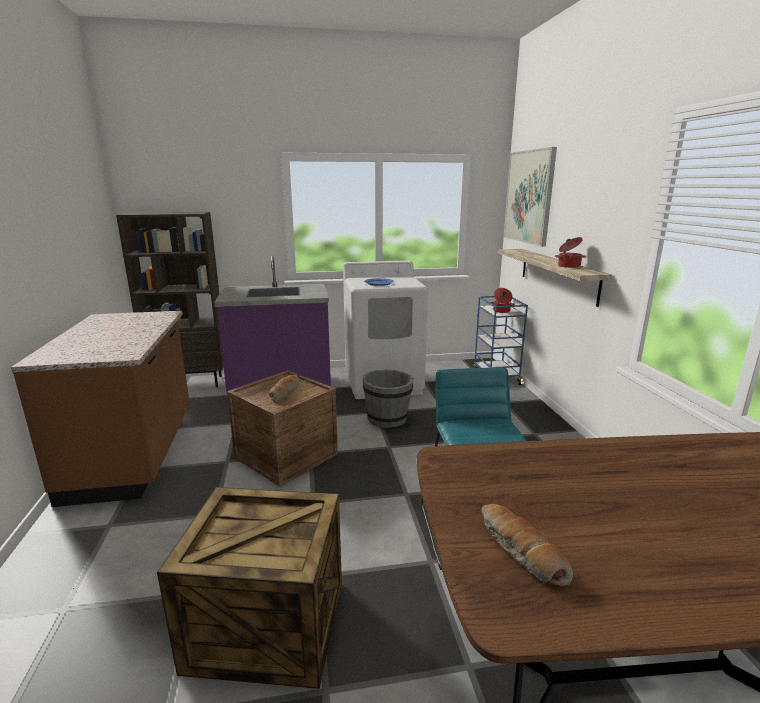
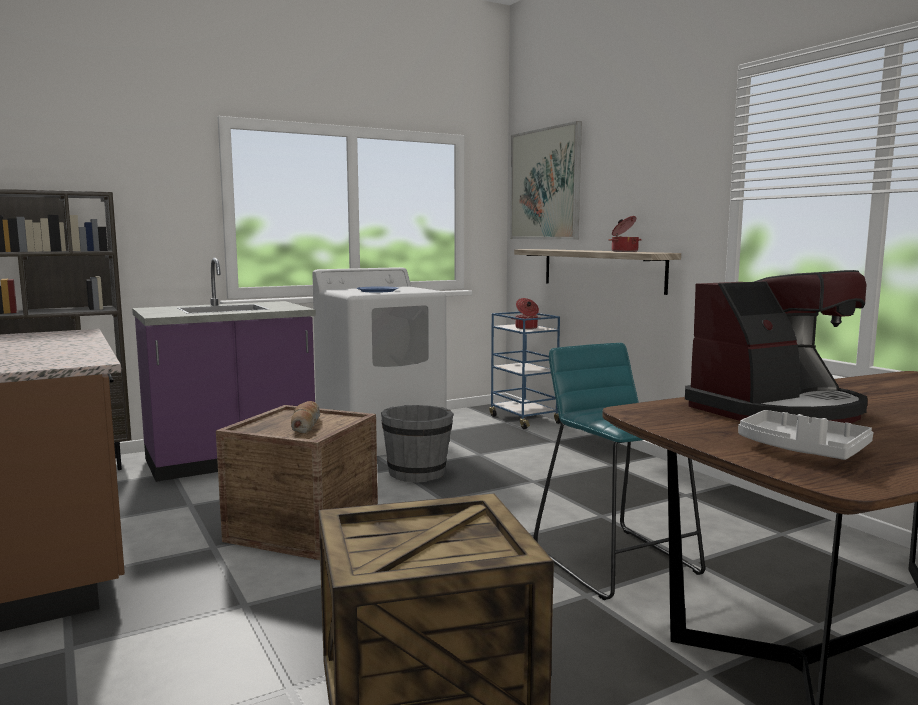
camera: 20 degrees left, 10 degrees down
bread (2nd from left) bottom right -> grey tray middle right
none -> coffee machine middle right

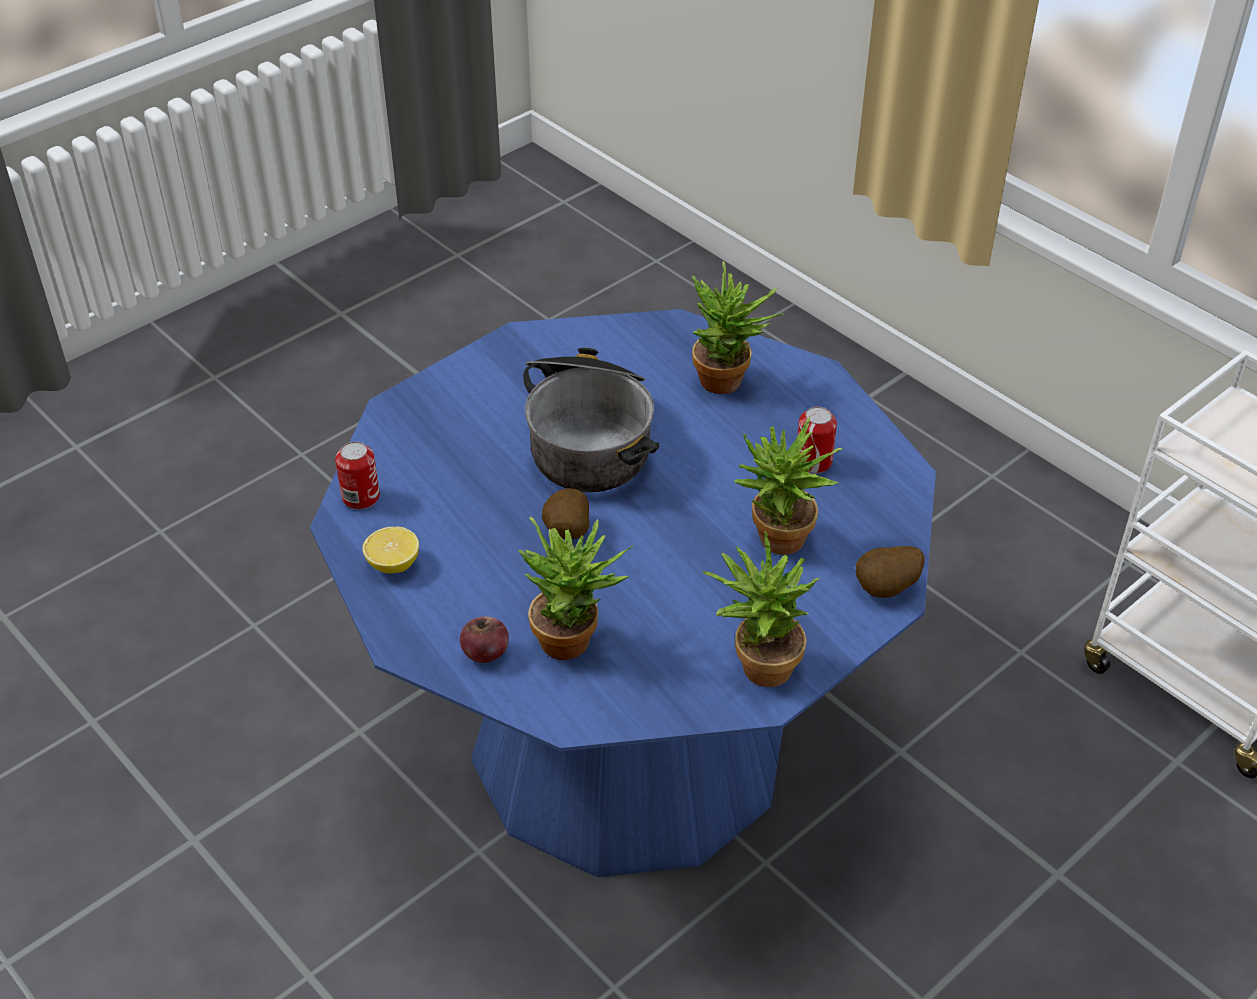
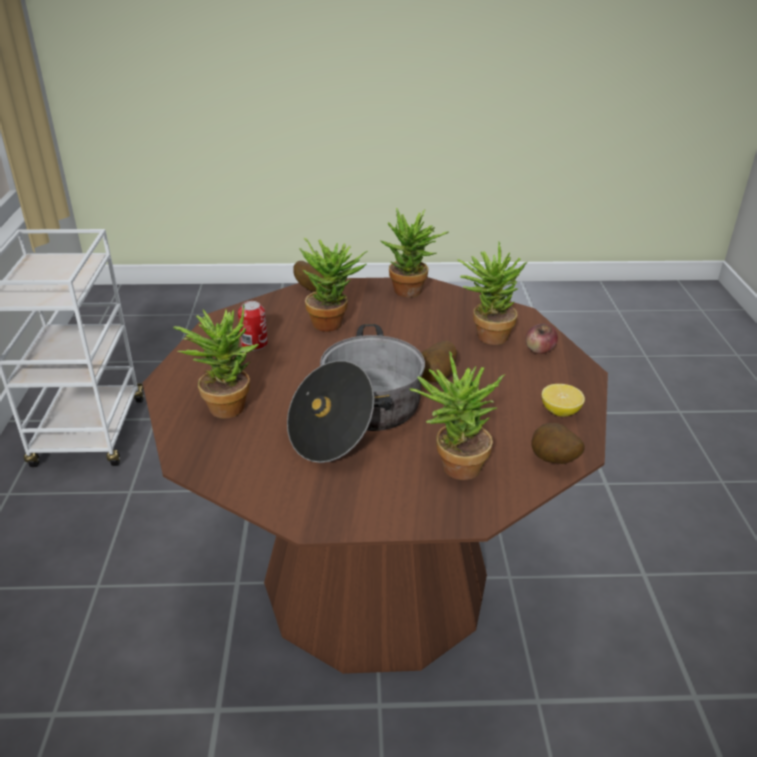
camera: 140 degrees left, 10 degrees down
blue dining table centre -> brown dining table centre
can (1st from left) middle left -> potato (3rd from left) middle right
none -> potted plant (4th from left) centre

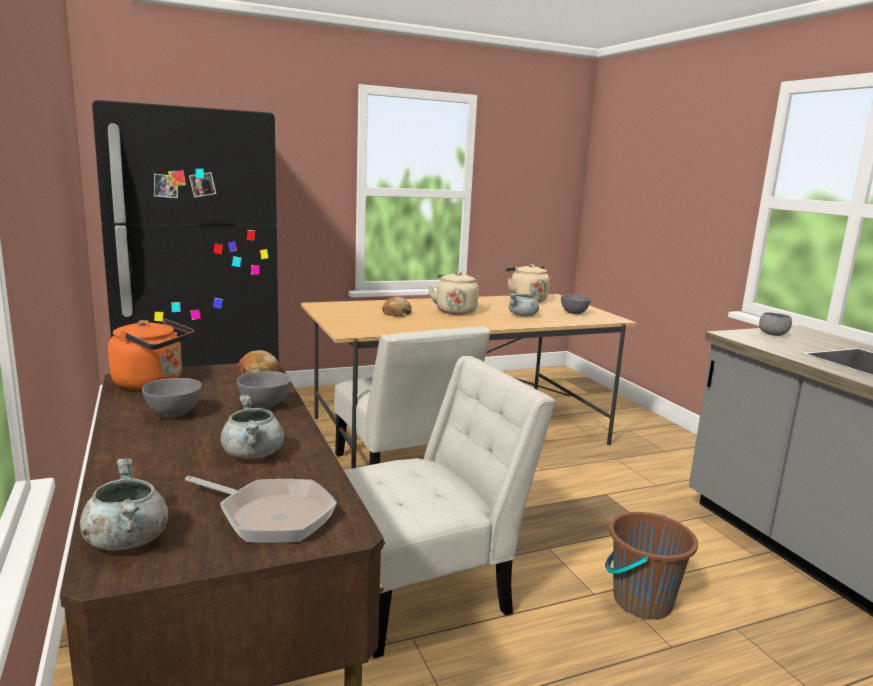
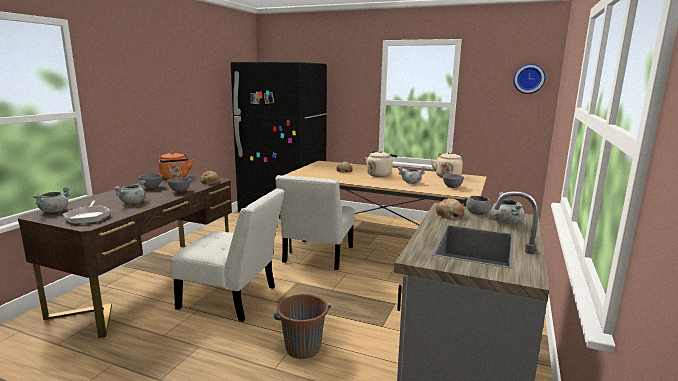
camera: 45 degrees right, 0 degrees up
none -> wall clock top right
none -> grey cooking pot (4th from left) middle right
none -> bread (3rd from left) centre

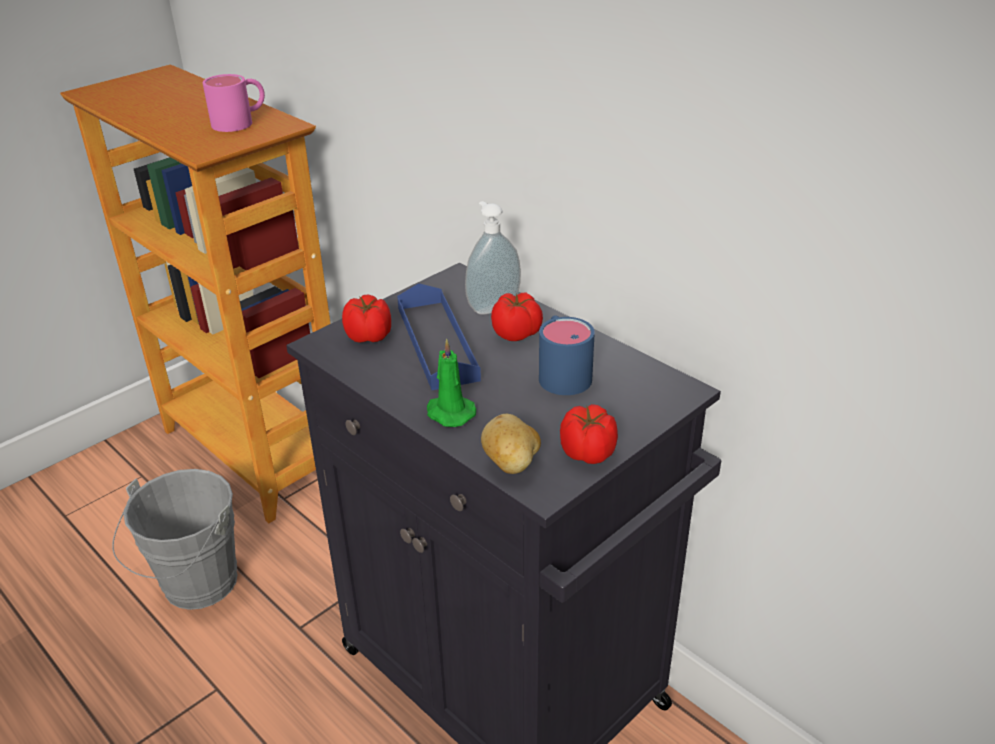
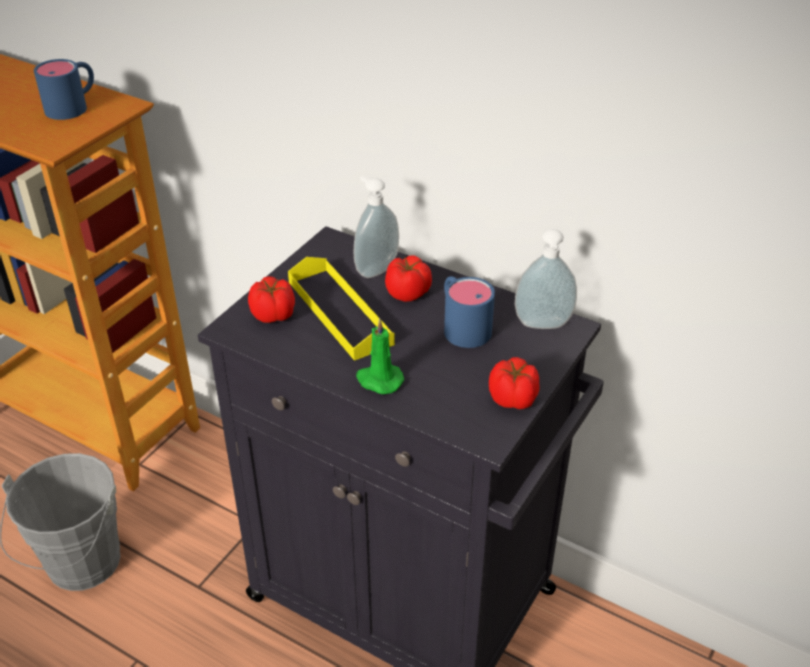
camera: 15 degrees left, 5 degrees up
pink mug top left -> blue mug (1st from left) top left
blue tray centre -> yellow tray centre
potato centre -> none
none -> soap dispenser (2nd from left) middle right

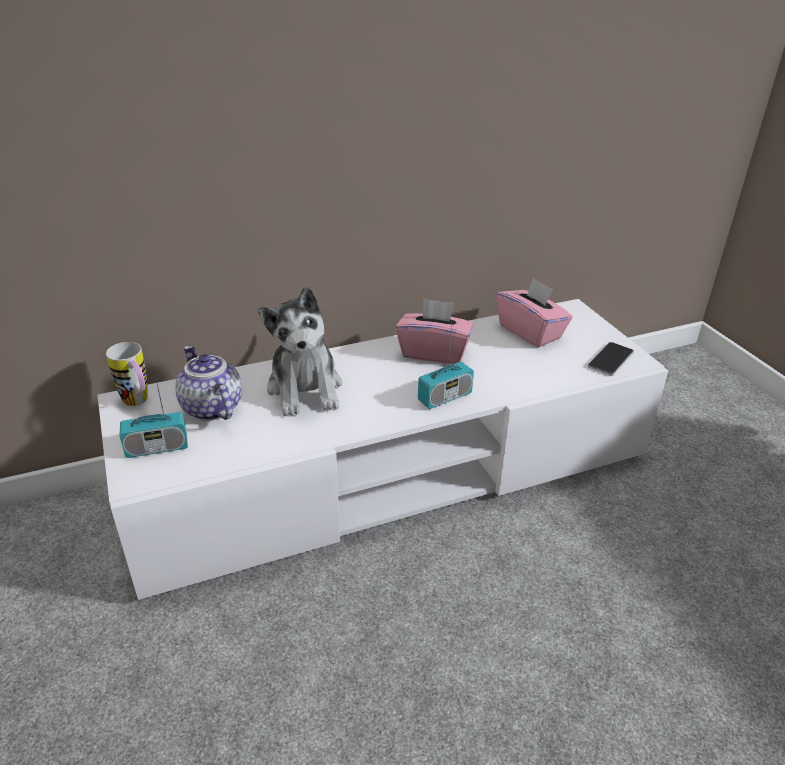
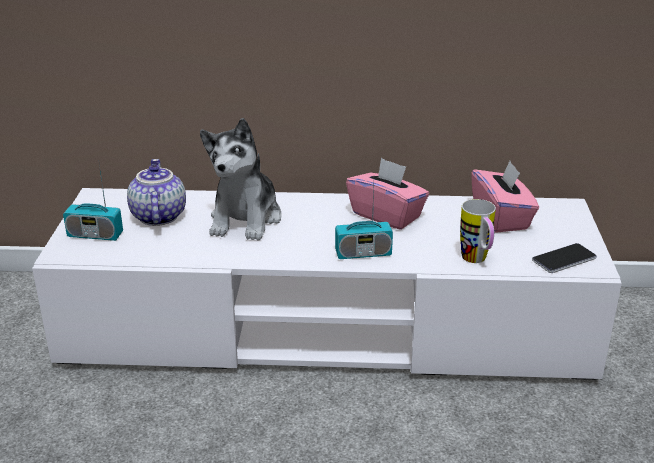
camera: 25 degrees right, 5 degrees down
mug middle left -> mug middle right, moved

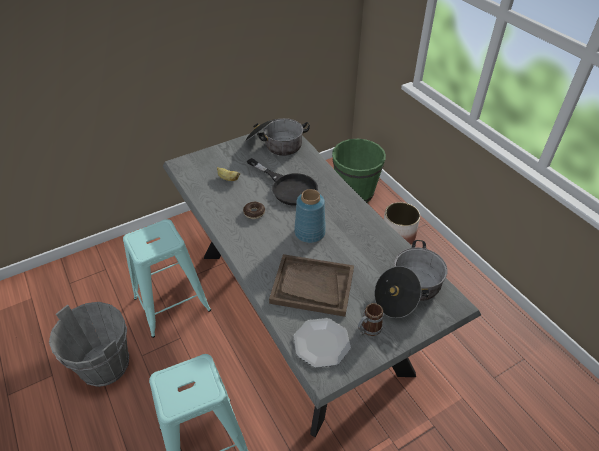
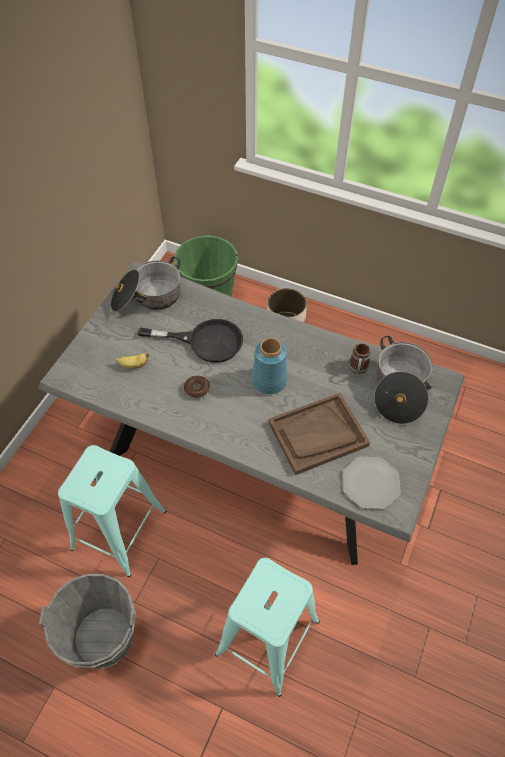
camera: 35 degrees left, 10 degrees up
mug bottom centre -> mug middle right, moved

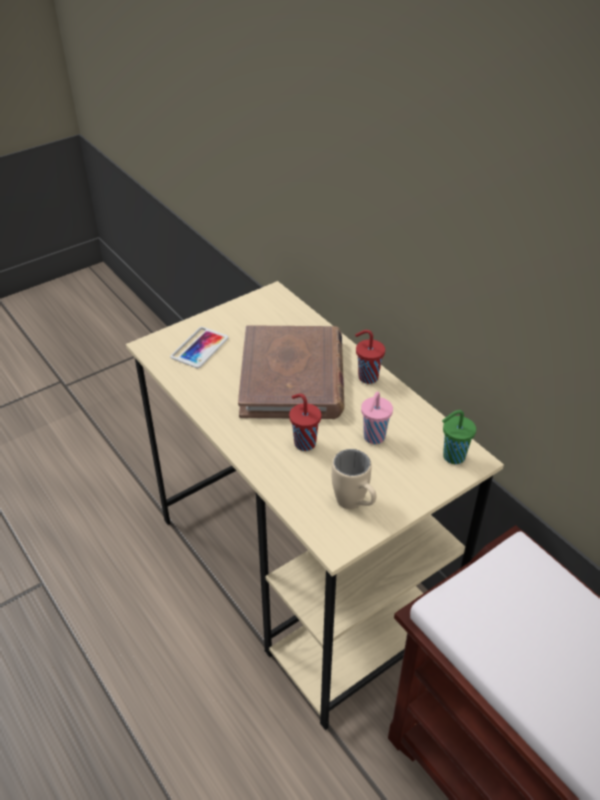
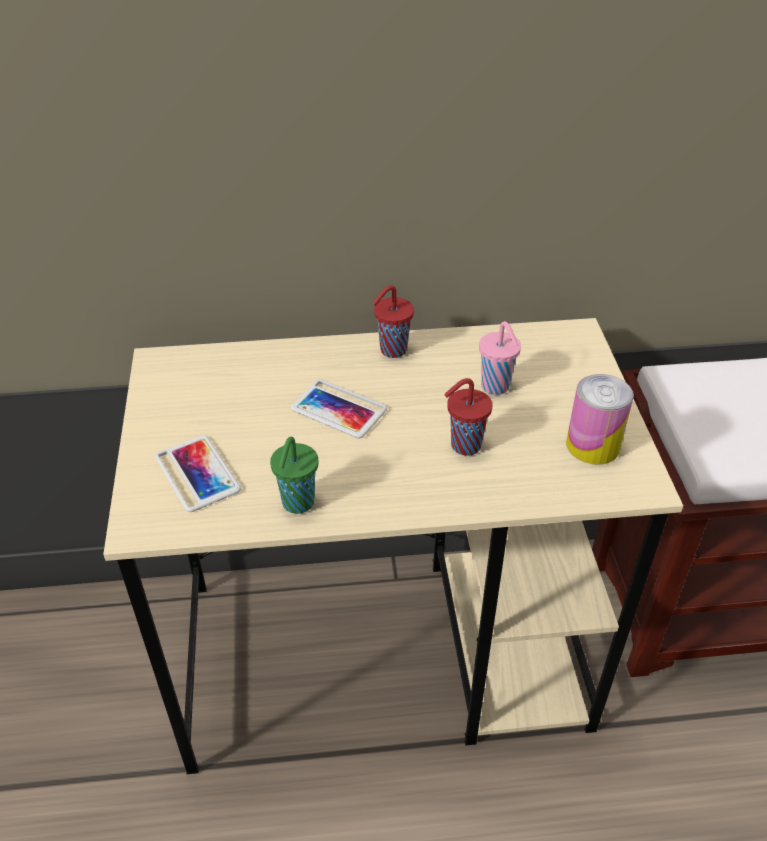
camera: 60 degrees left, 0 degrees up
brown book centre -> phone (2nd from left) centre
green cup middle right -> green cup centre, moved
beige mug centre -> can middle right

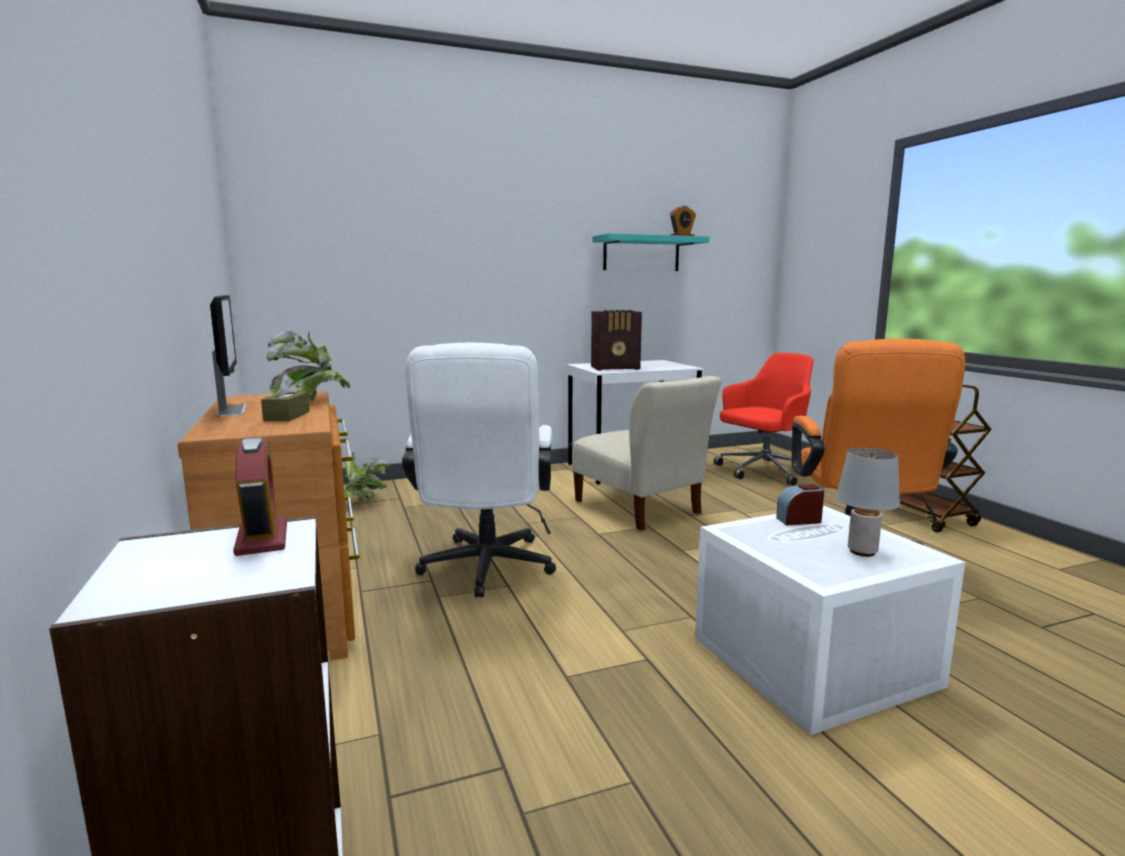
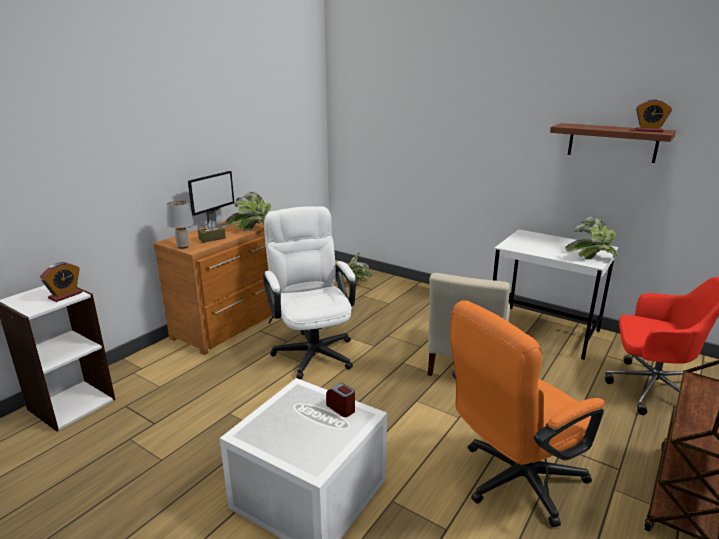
camera: 55 degrees right, 10 degrees up
turquoise shelf top centre -> brown shelf top right
radio centre -> none
white office chair centre, 105 degrees clockwise
grey table lamp middle right -> grey table lamp middle left, moved
none -> potted plant (3rd from left) middle right

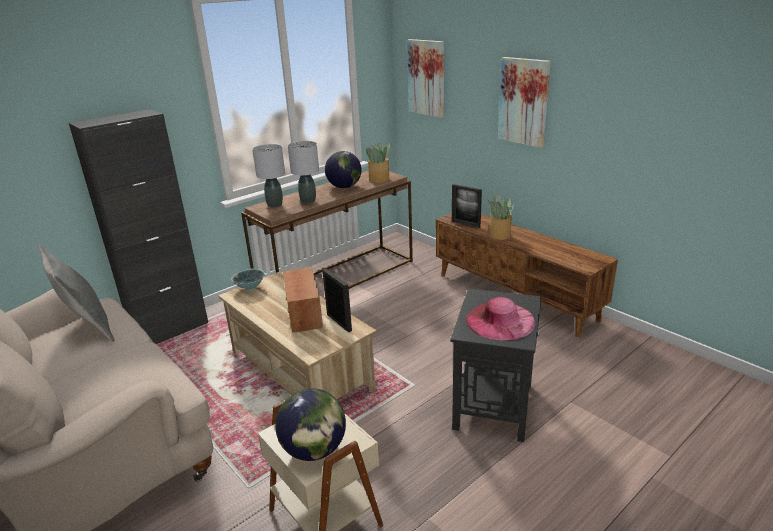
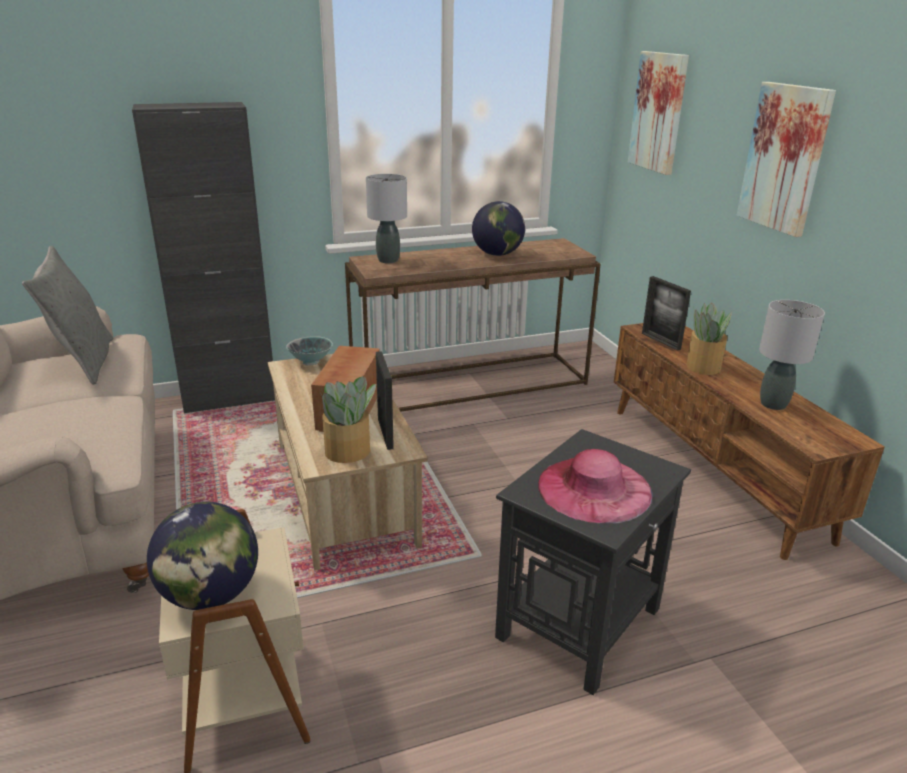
camera: 20 degrees right, 0 degrees up
grey table lamp (2nd from left) top centre -> grey table lamp (2nd from left) middle right, moved
potted plant (1st from left) top centre -> potted plant (1st from left) centre, moved

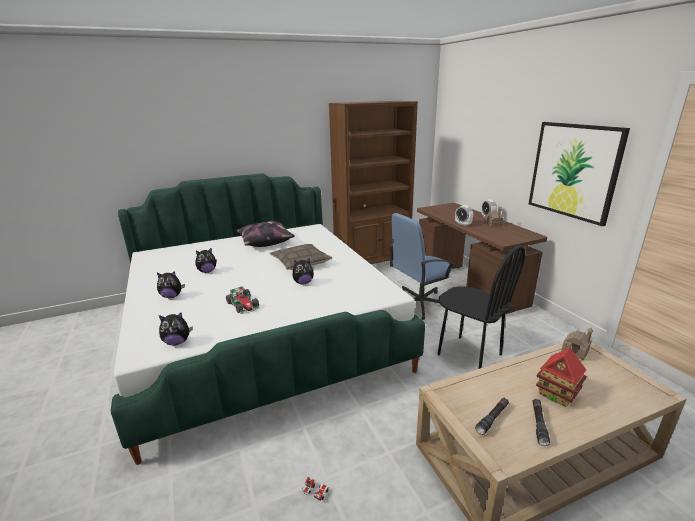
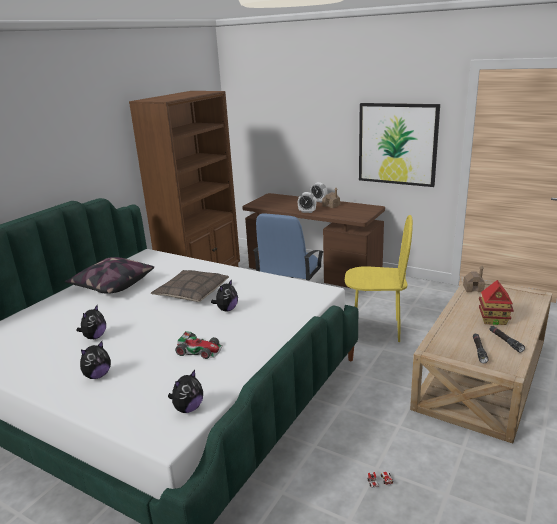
camera: 35 degrees left, 0 degrees up
black chair middle right -> yellow chair middle right

